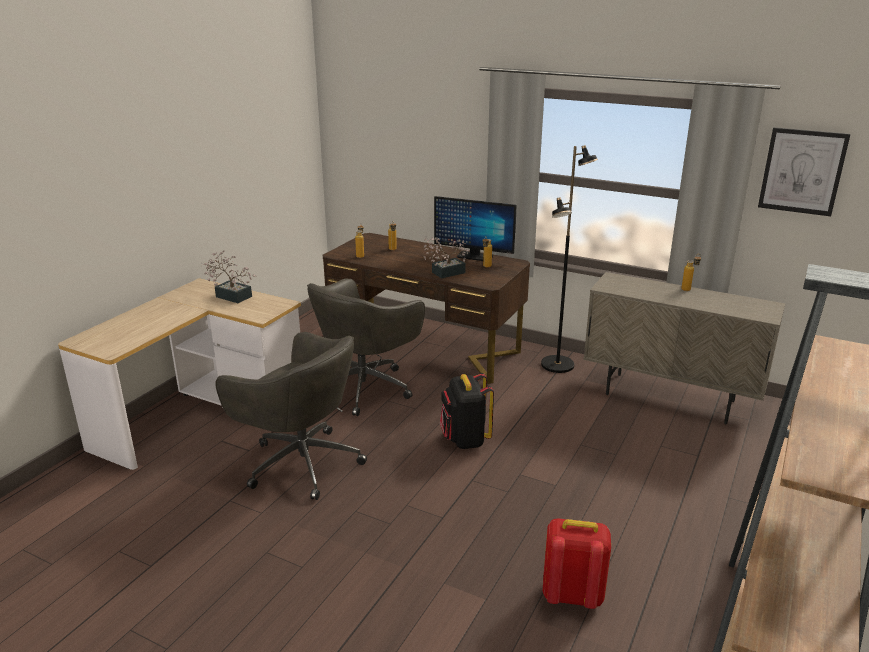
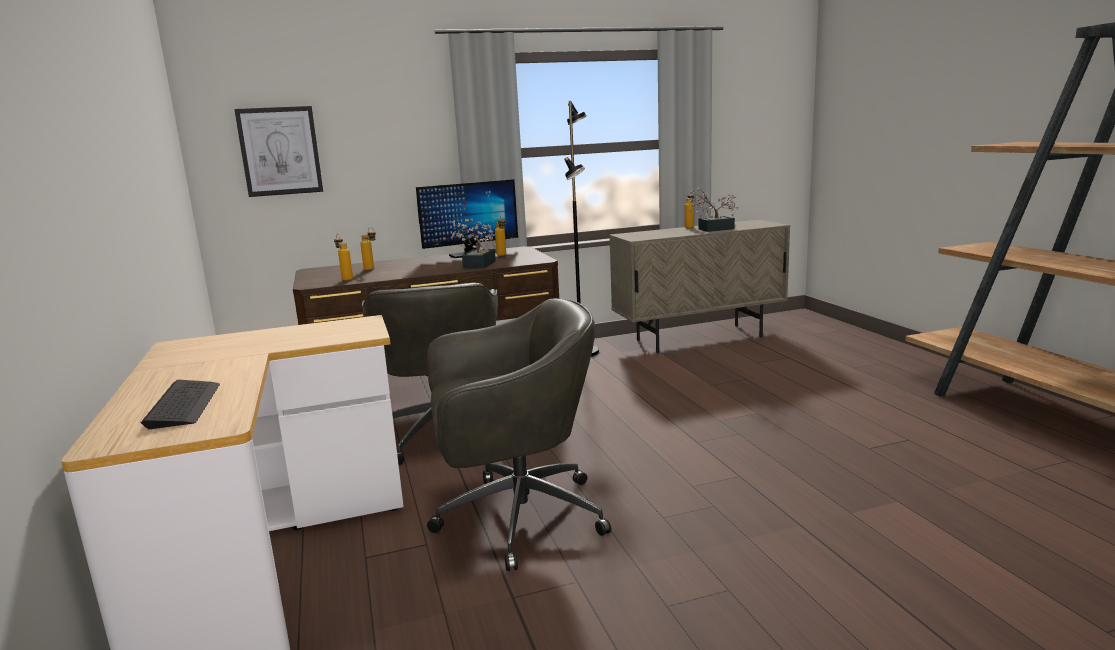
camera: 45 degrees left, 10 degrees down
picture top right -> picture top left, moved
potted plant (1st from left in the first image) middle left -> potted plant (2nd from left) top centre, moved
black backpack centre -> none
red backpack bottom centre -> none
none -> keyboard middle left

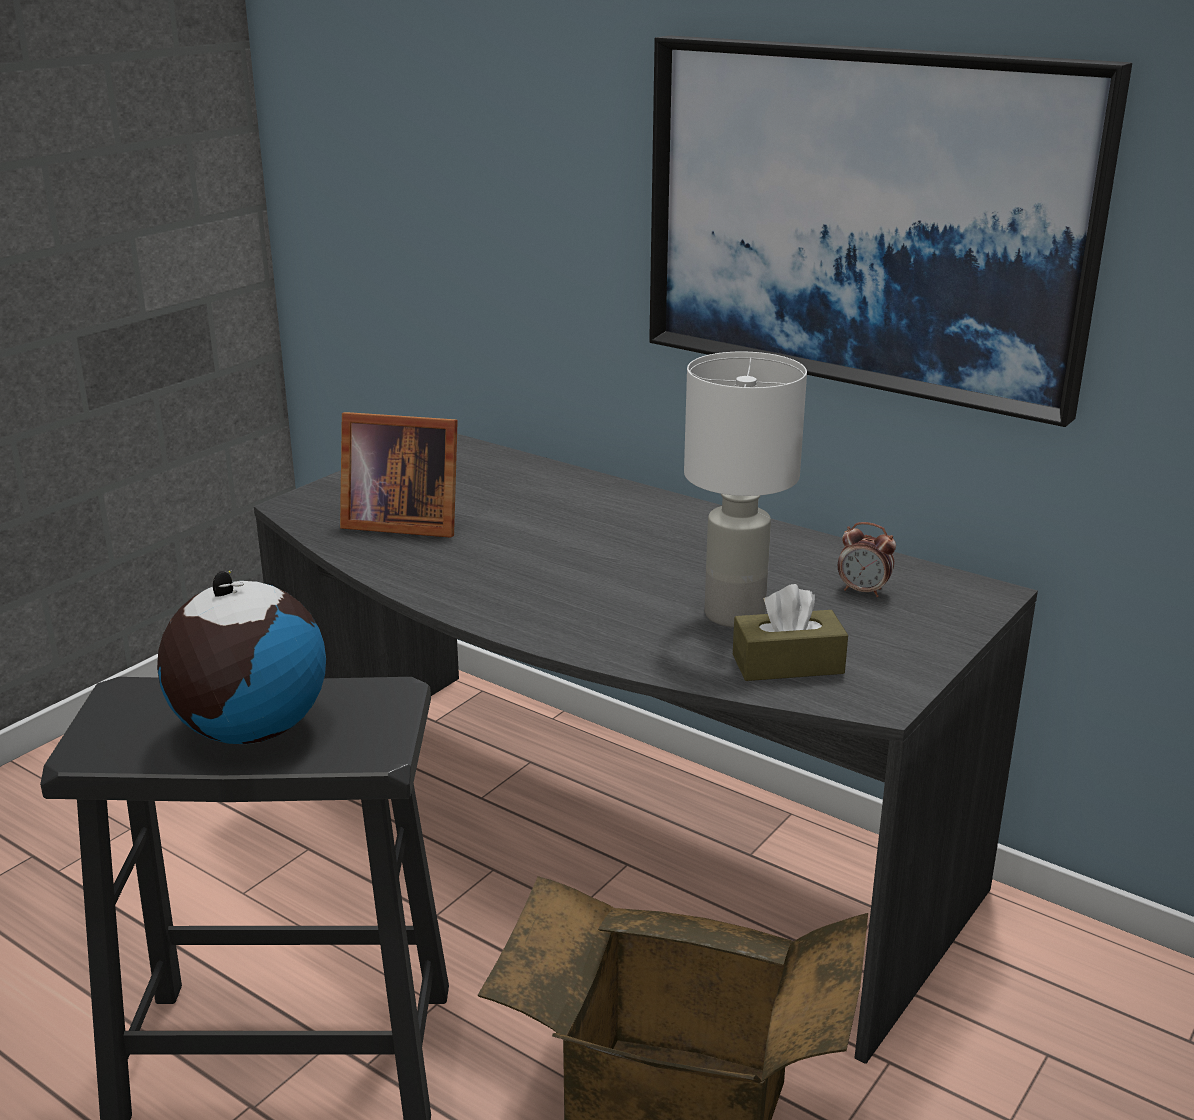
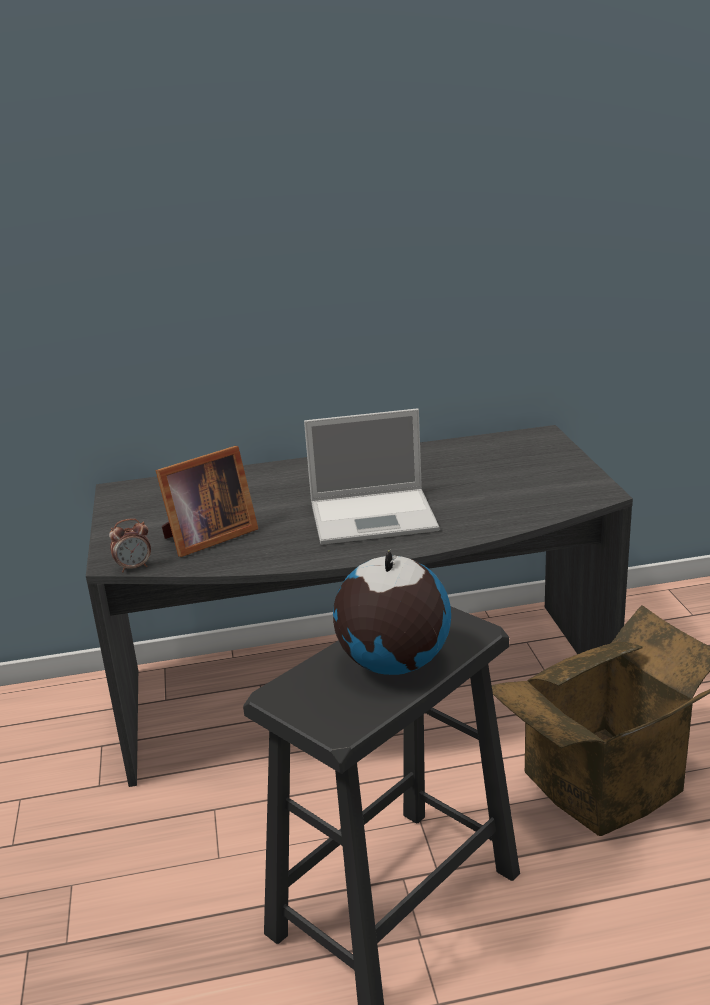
camera: 45 degrees left, 0 degrees up
picture top right -> none
white table lamp centre -> none
alarm clock middle right -> alarm clock middle left, moved
brown tissue box centre -> none
none -> laptop centre

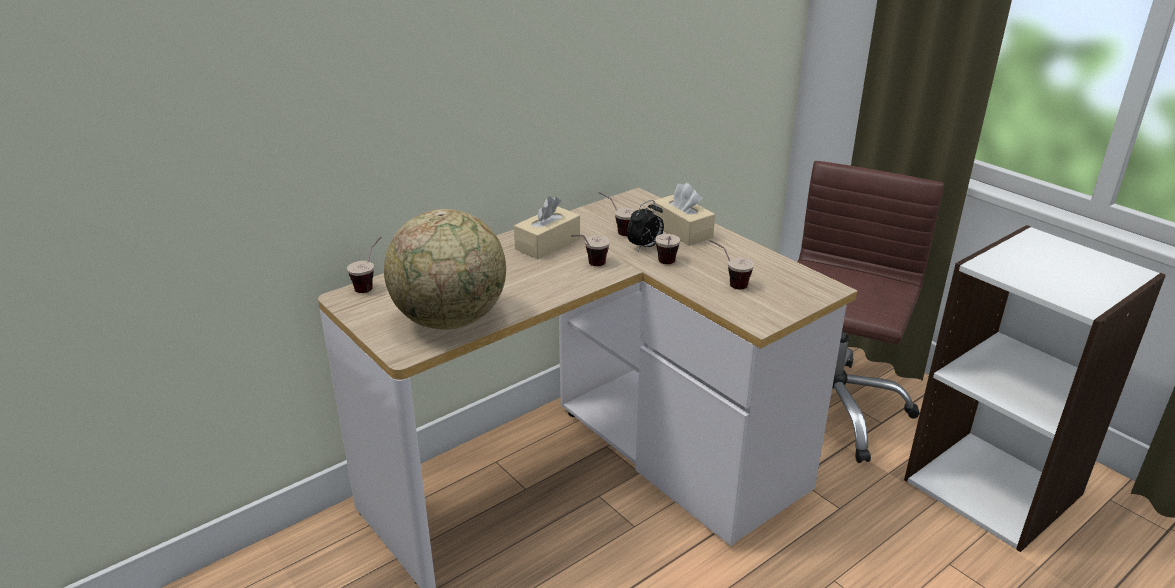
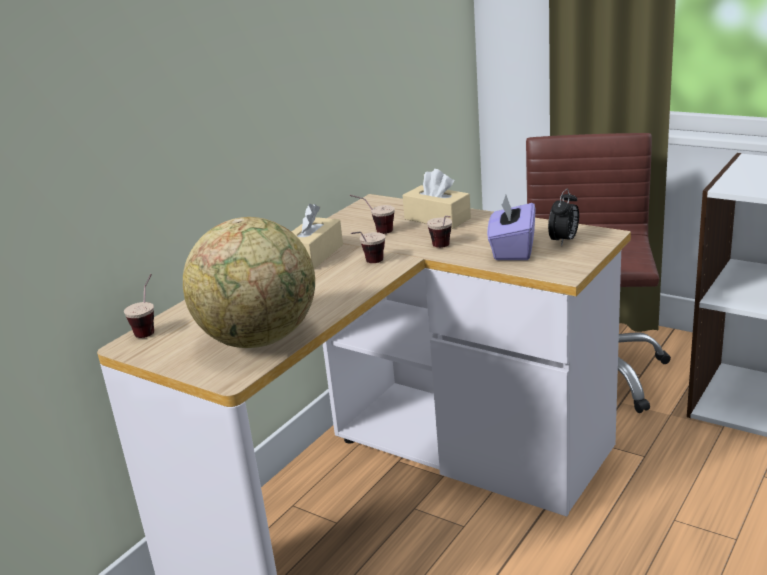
camera: 15 degrees left, 5 degrees down
alarm clock centre -> alarm clock middle right, moved
cup (5th from left) centre -> purple tissue box centre

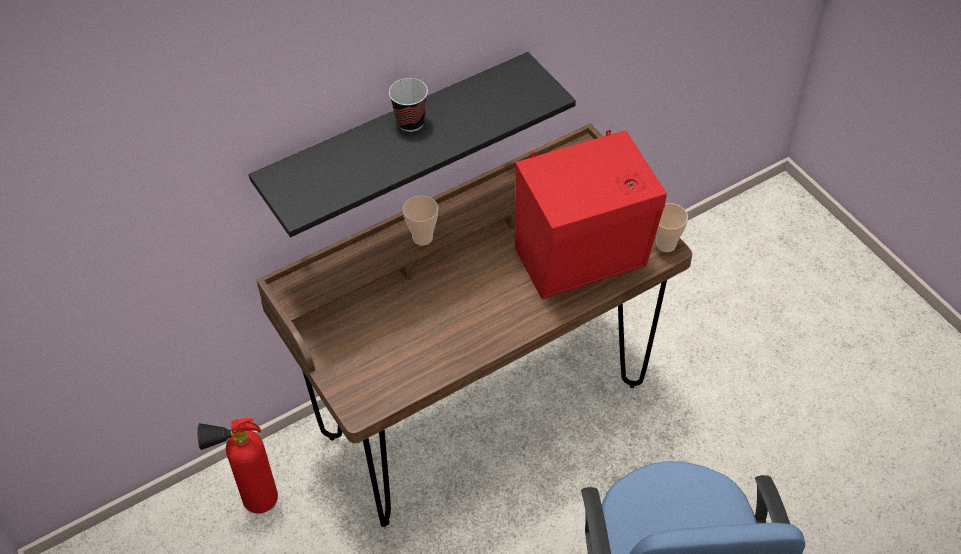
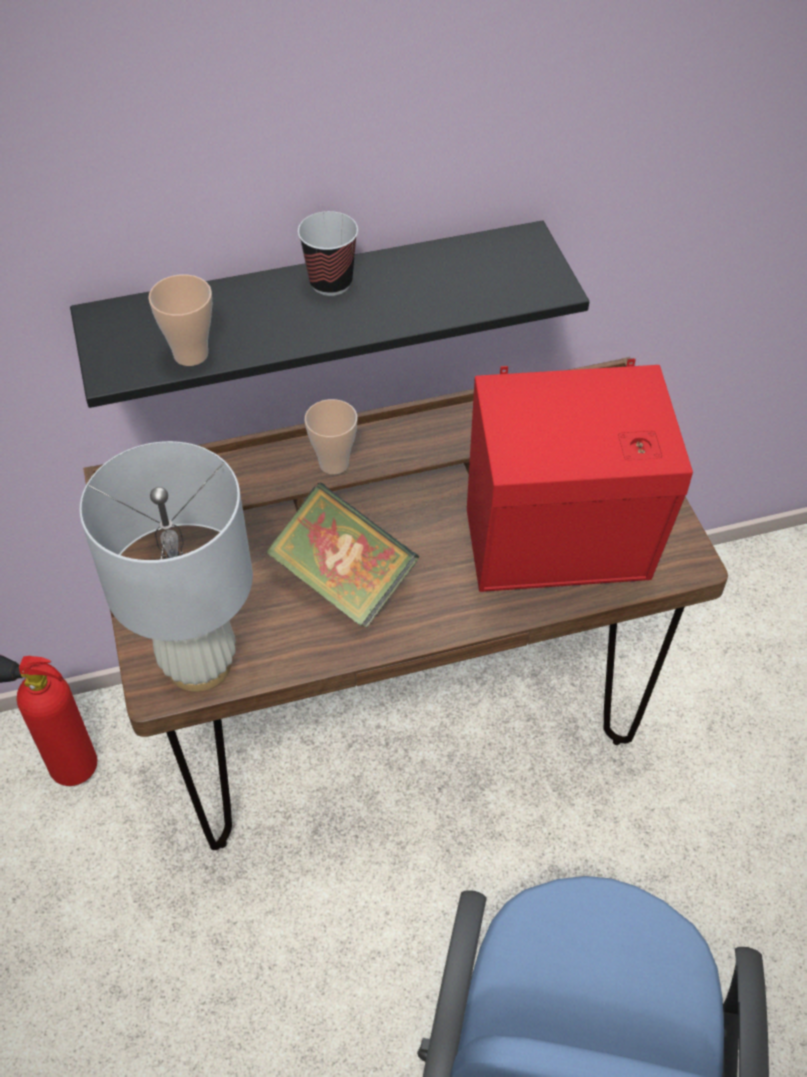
camera: 15 degrees right, 0 degrees up
cup (3rd from left in the first image) middle right -> cup (1st from left) top left, moved
none -> white table lamp middle left
none -> book centre

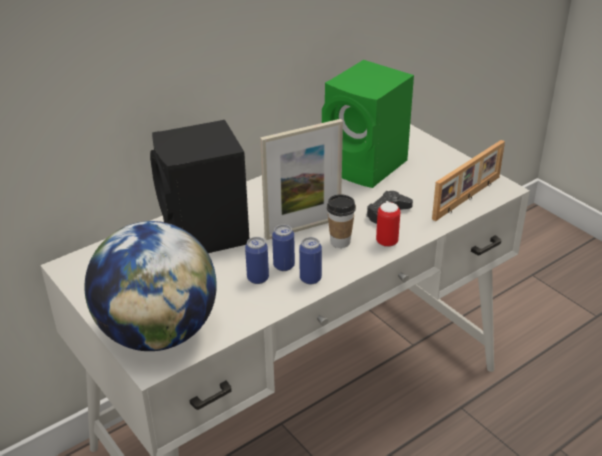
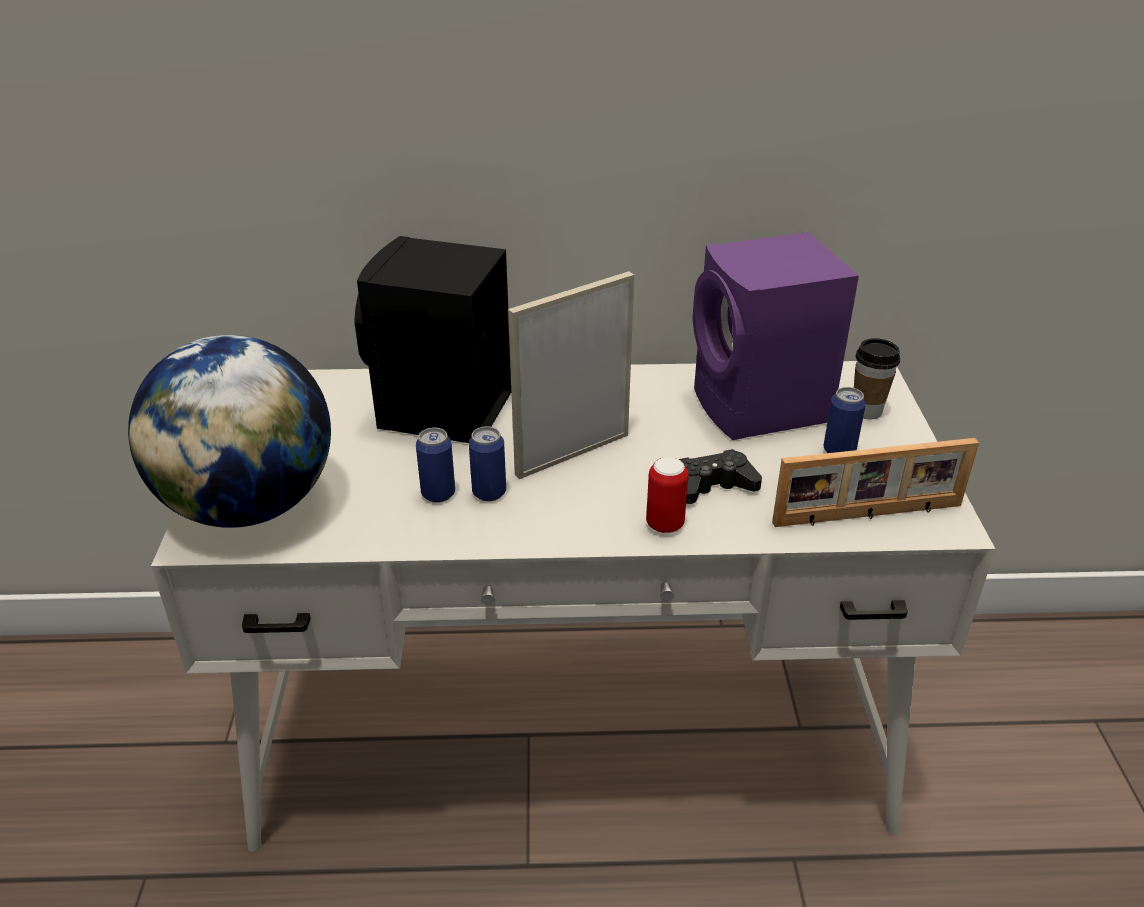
camera: 35 degrees right, 0 degrees up
green speaker top centre -> purple speaker middle right
picture frame (1st from left) centre, 135 degrees clockwise
cup centre -> cup middle right, moved
can (3rd from left in the first image) centre -> can (4th from left) middle right, moved

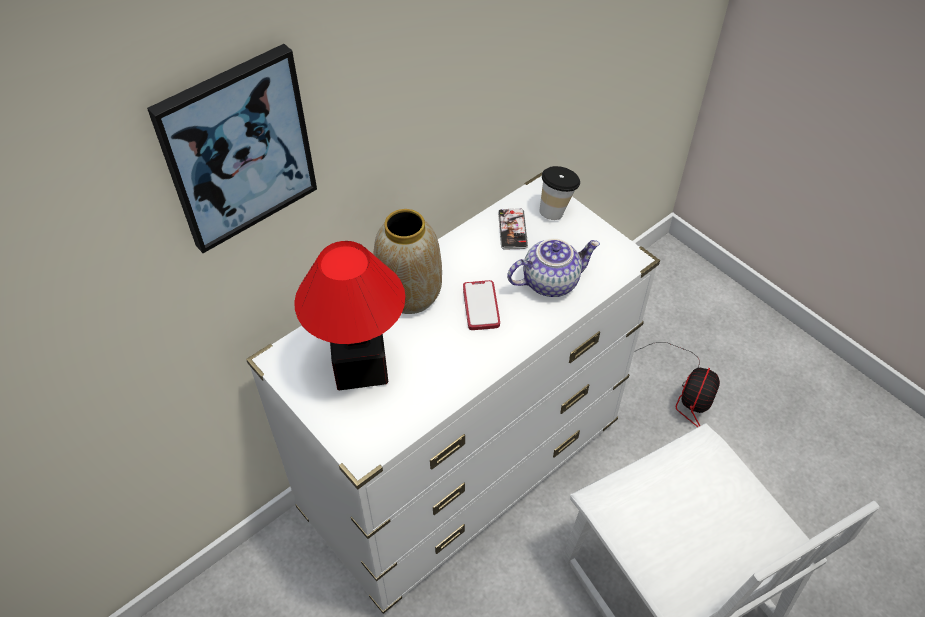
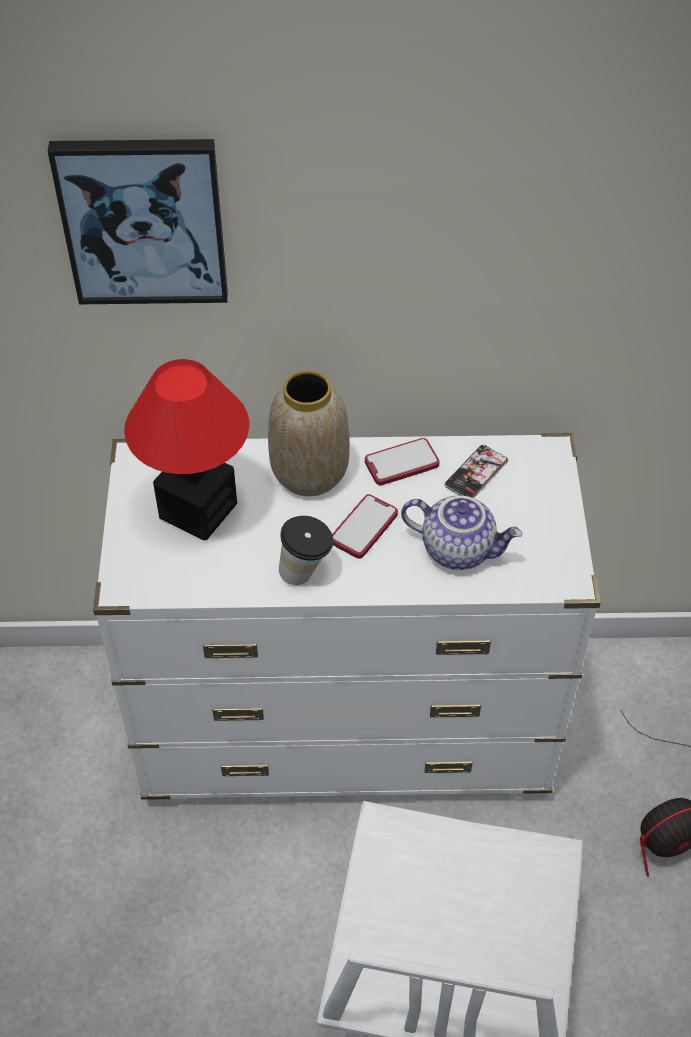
camera: 40 degrees right, 0 degrees up
cup top centre -> cup centre, moved
none -> phone (2nd from left) centre

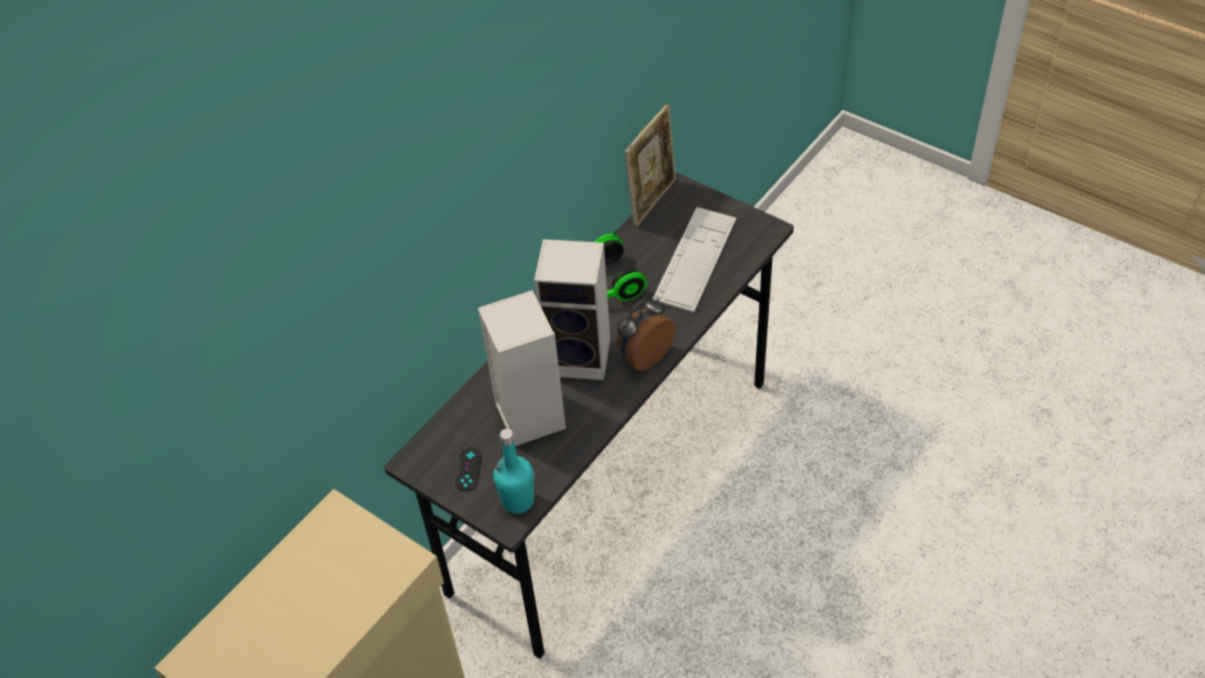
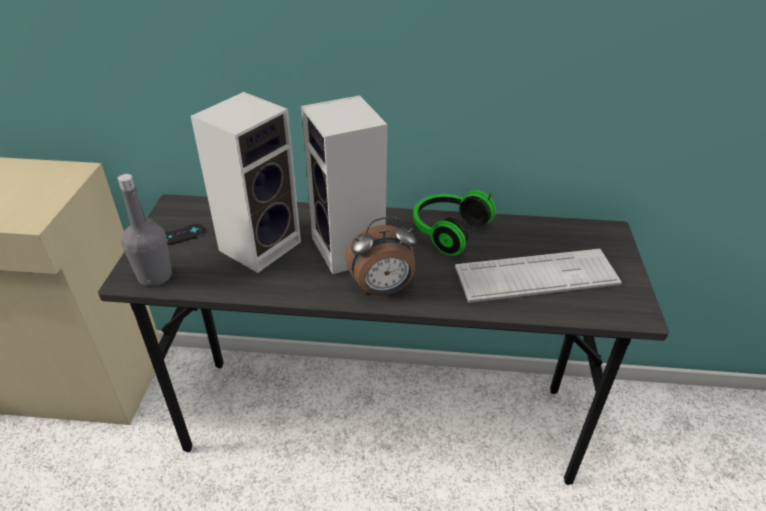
camera: 55 degrees right, 10 degrees down
picture frame top centre -> none
alarm clock centre, 150 degrees clockwise
turquoise bottle bottom centre -> grey bottle middle left

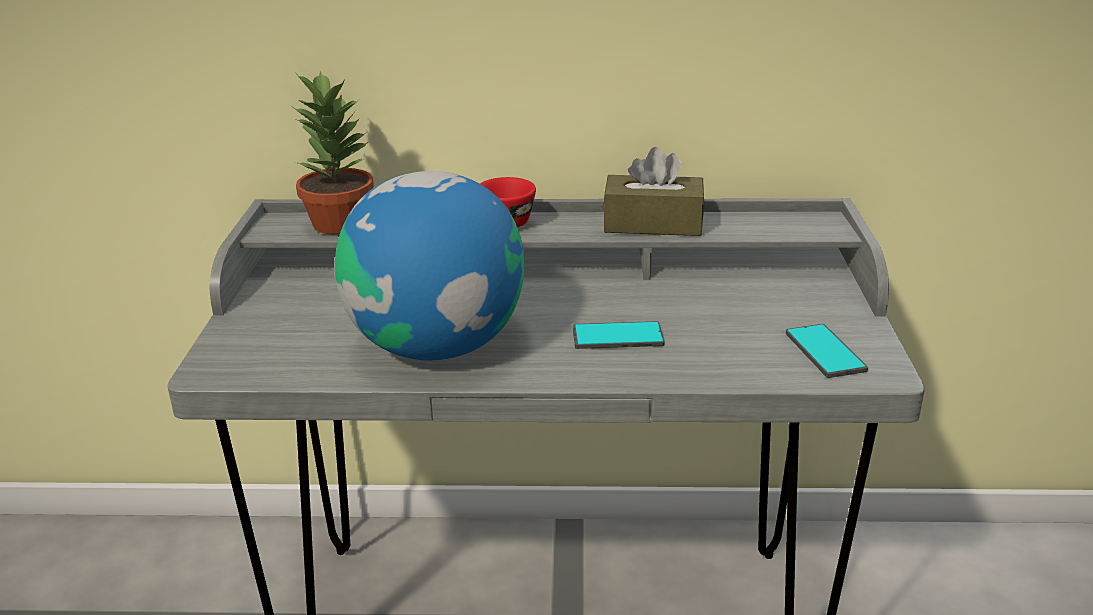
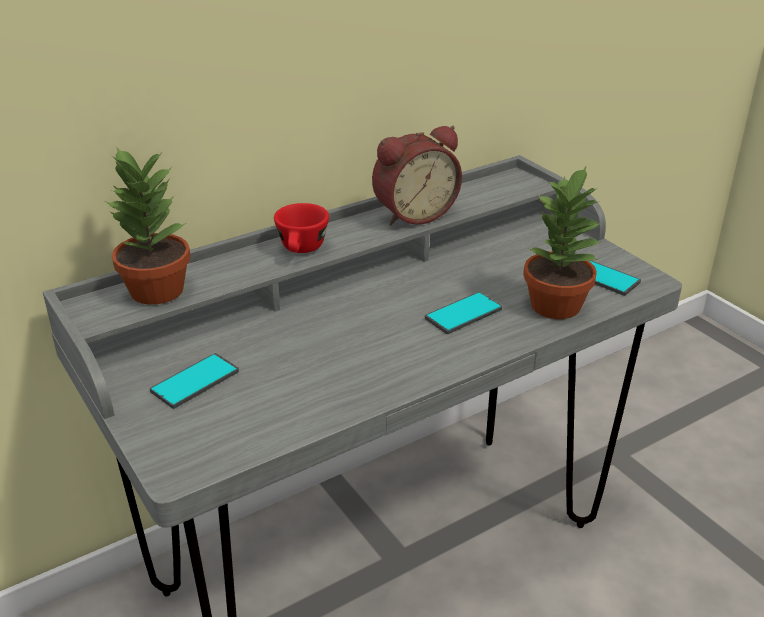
camera: 35 degrees left, 5 degrees up
brown tissue box top centre -> alarm clock top centre
globe centre -> none
none -> potted plant (2nd from left) middle right
none -> phone (1st from left) middle left

